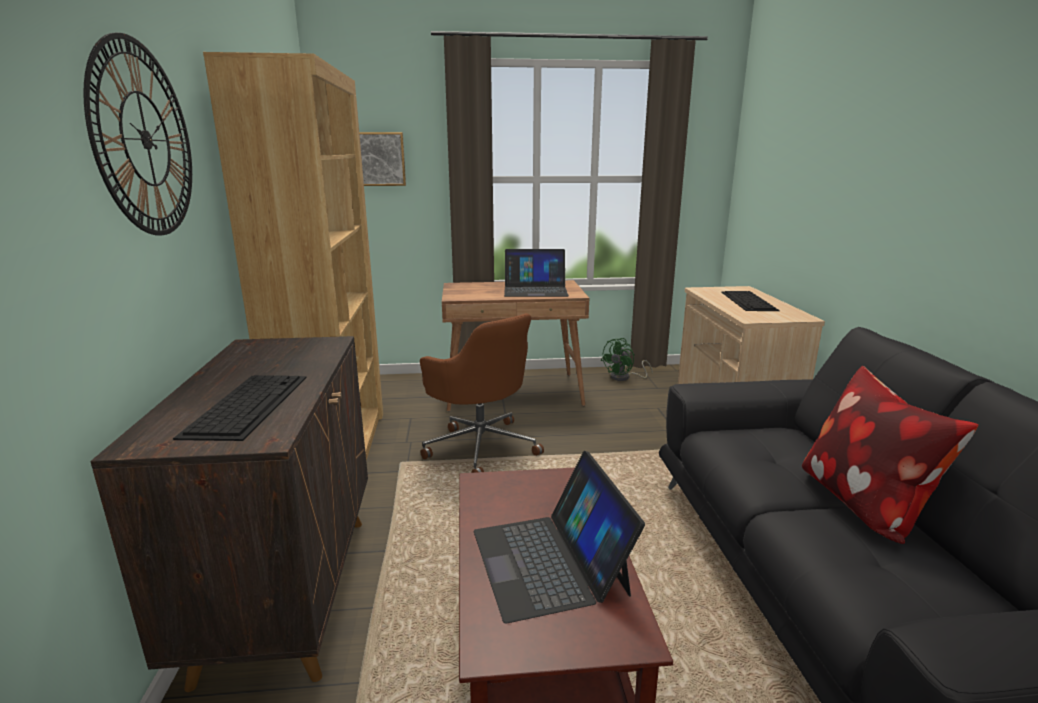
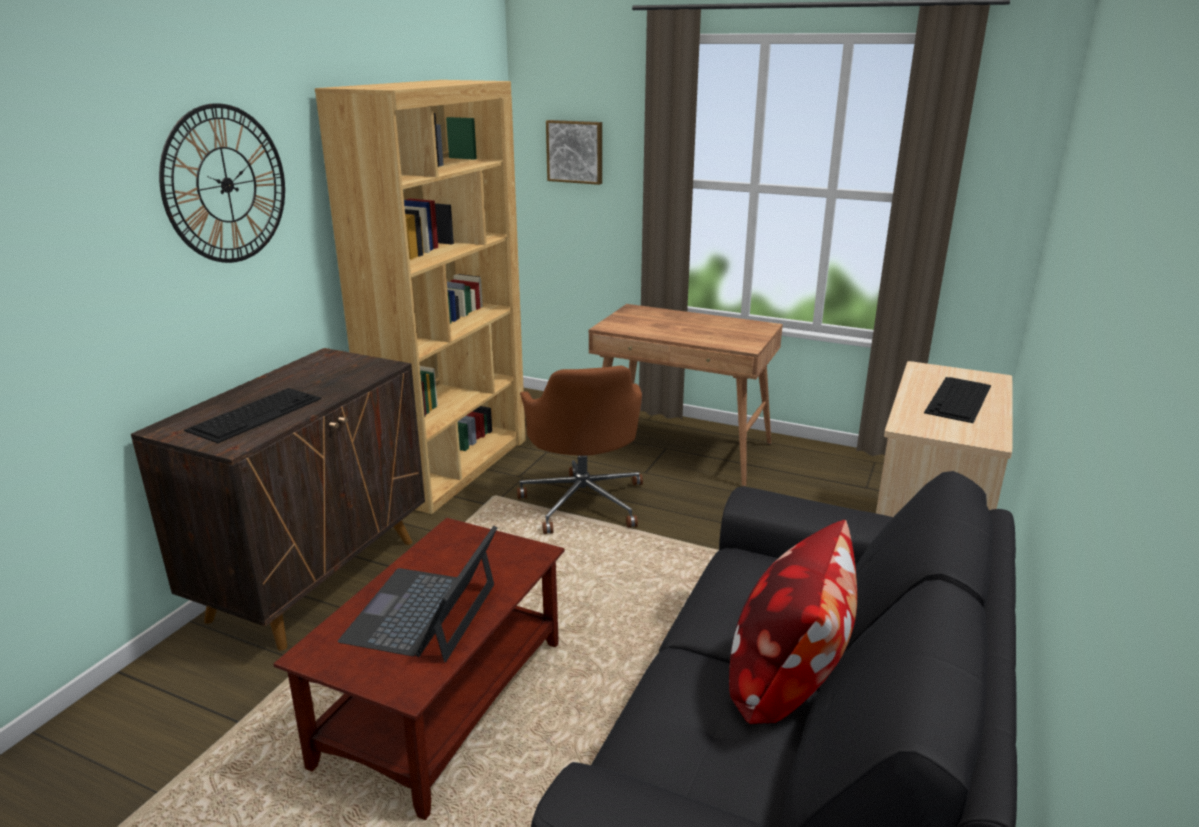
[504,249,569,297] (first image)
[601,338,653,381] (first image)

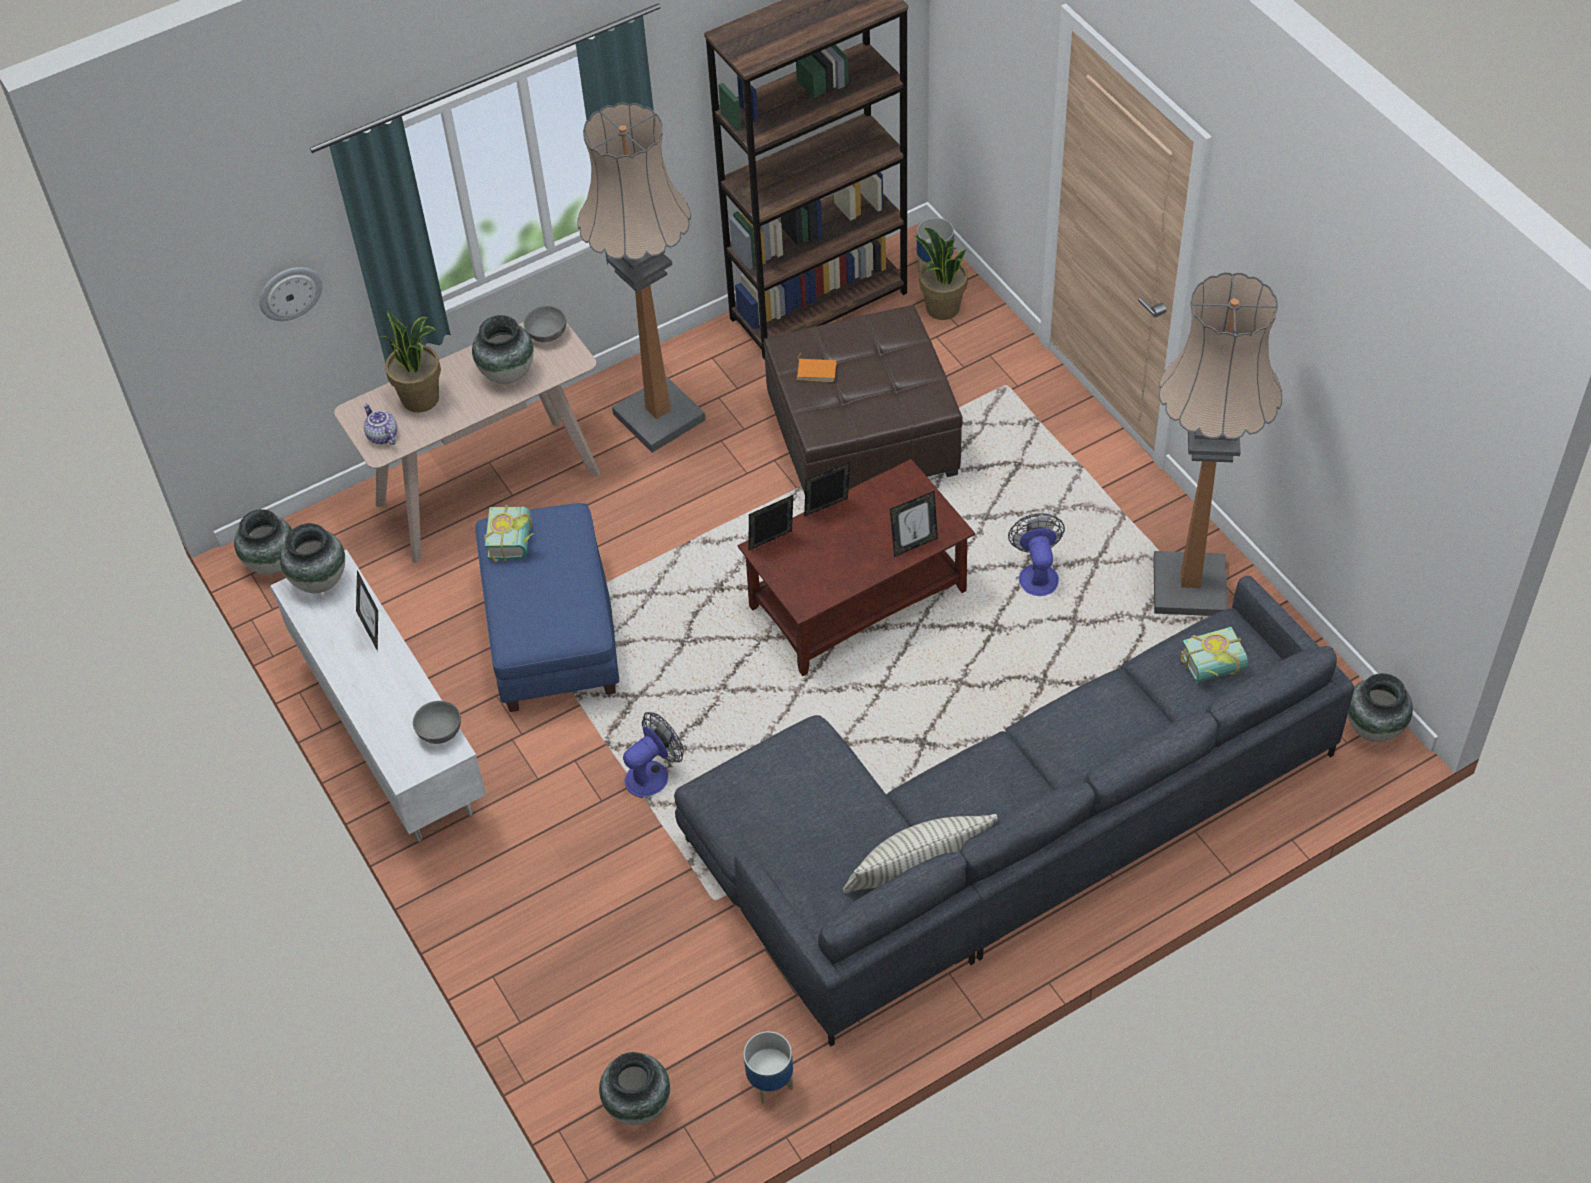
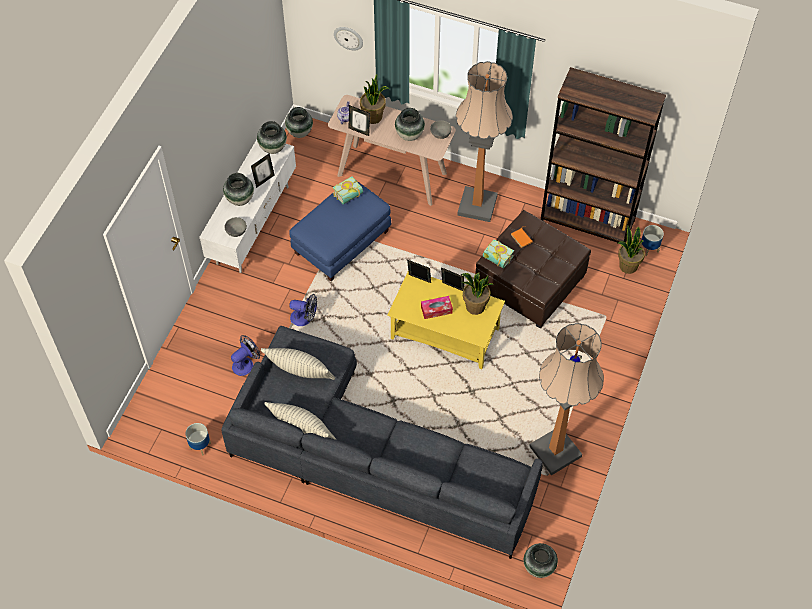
[223,173,254,206]
[231,335,260,376]
[261,348,335,380]
[349,105,370,136]
[387,271,505,369]
[421,296,453,319]
[460,273,494,315]
[483,239,514,268]

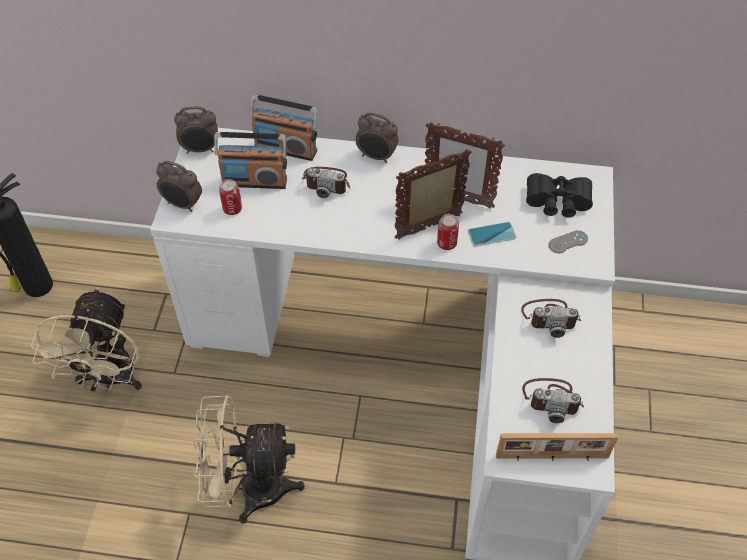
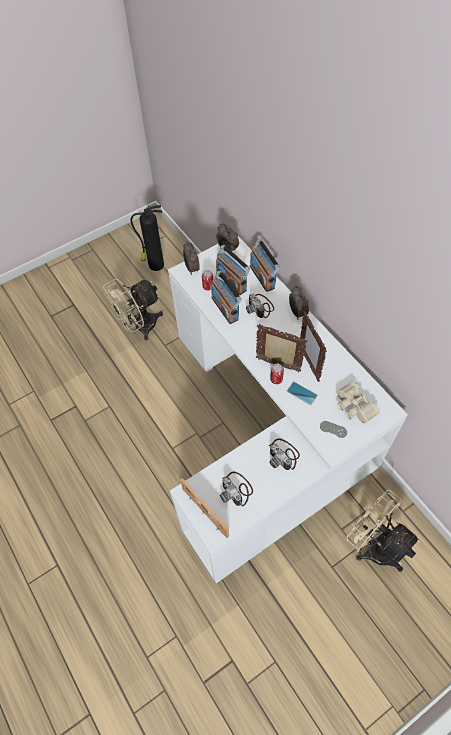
[211,271,242,324]
[337,381,380,424]
[346,490,420,572]

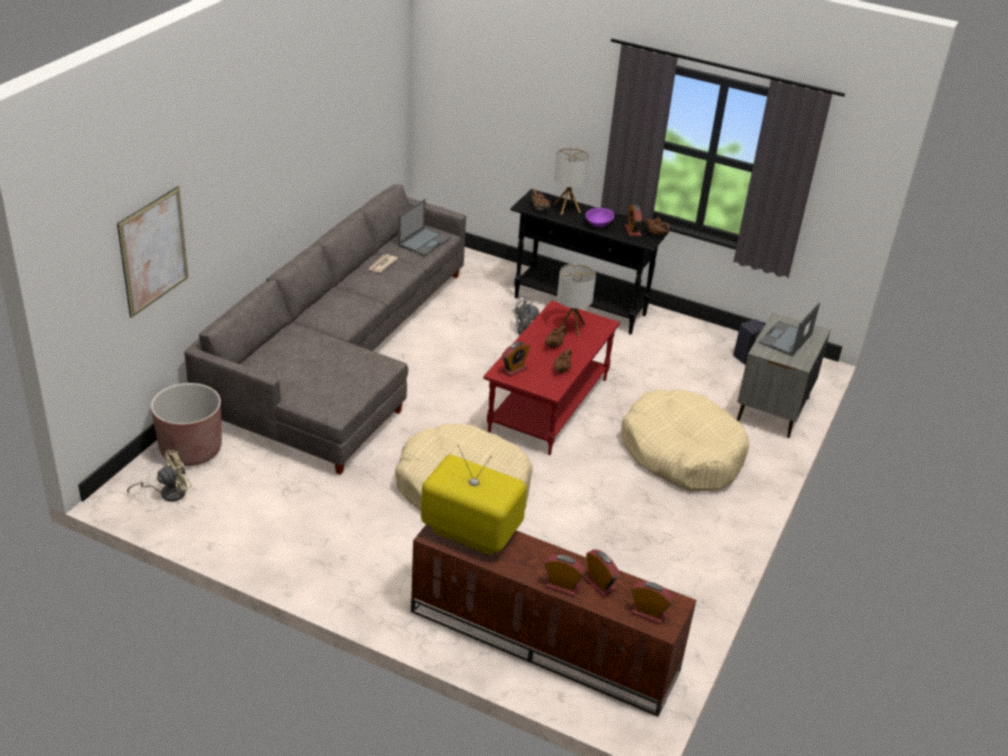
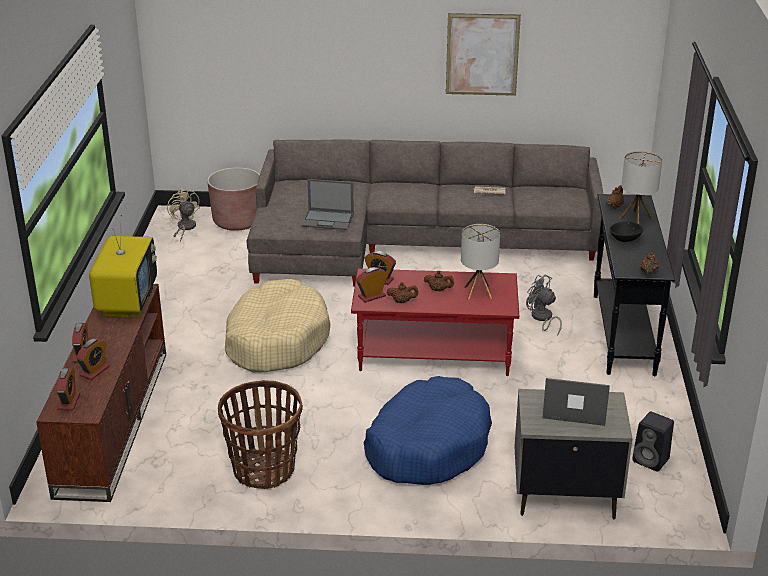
[167,188,200,242]
[218,380,303,489]
[301,179,354,230]
[356,267,388,303]
[364,376,492,485]
[446,13,521,96]
[609,221,644,242]

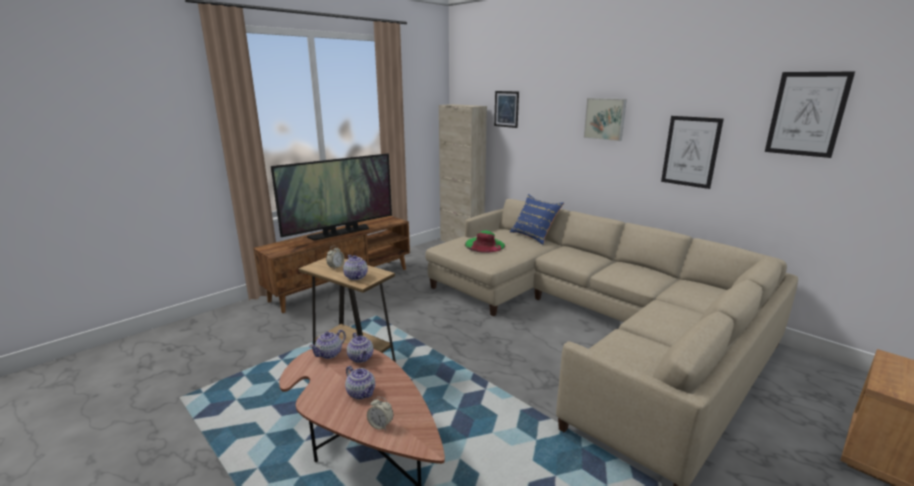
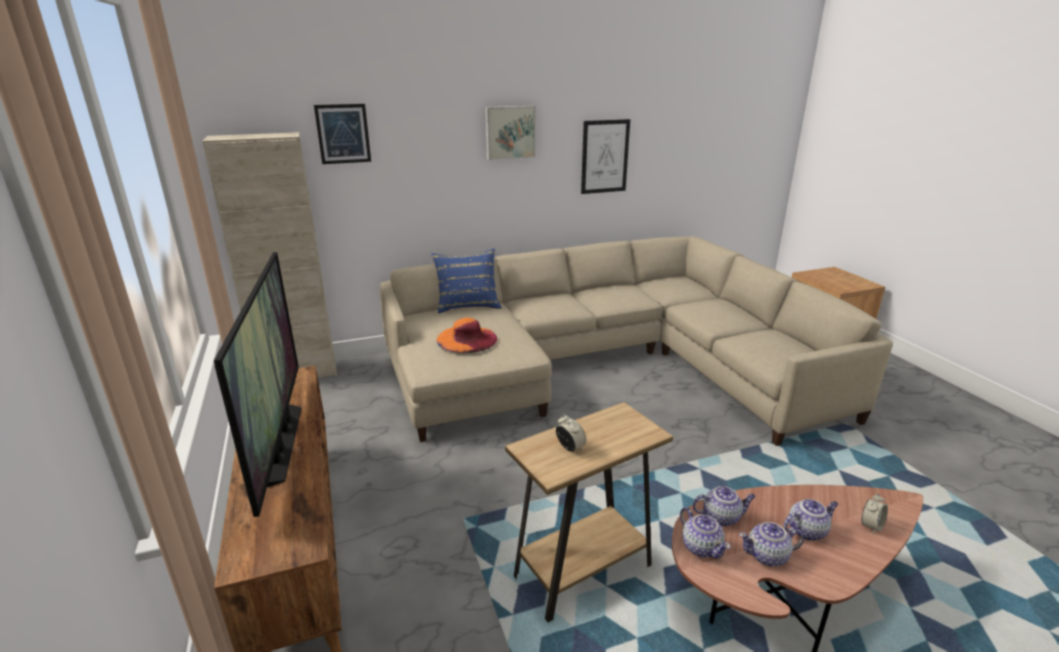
[437,317,497,353]
[739,522,804,567]
[765,72,855,158] (first image)

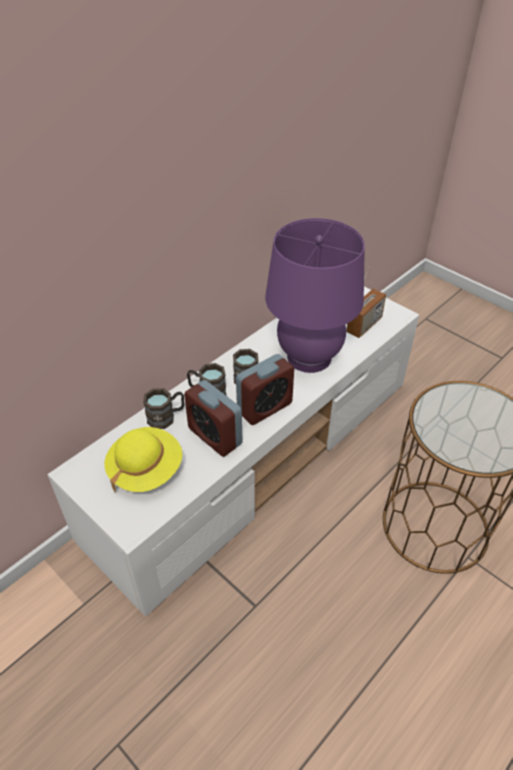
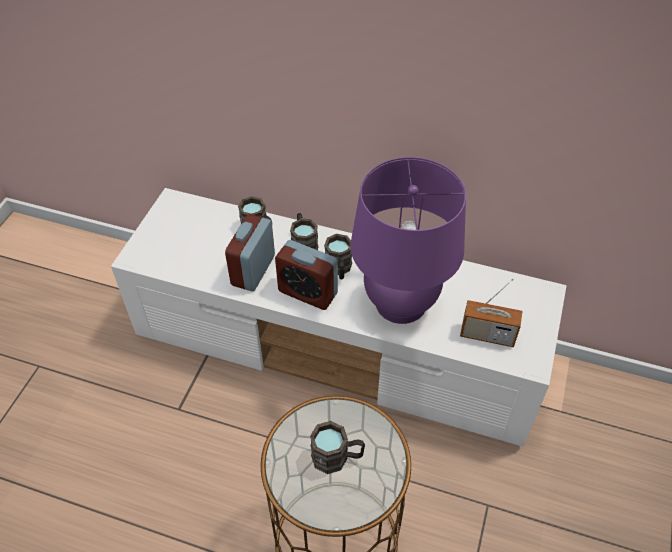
[310,421,365,474]
[104,427,182,492] (first image)

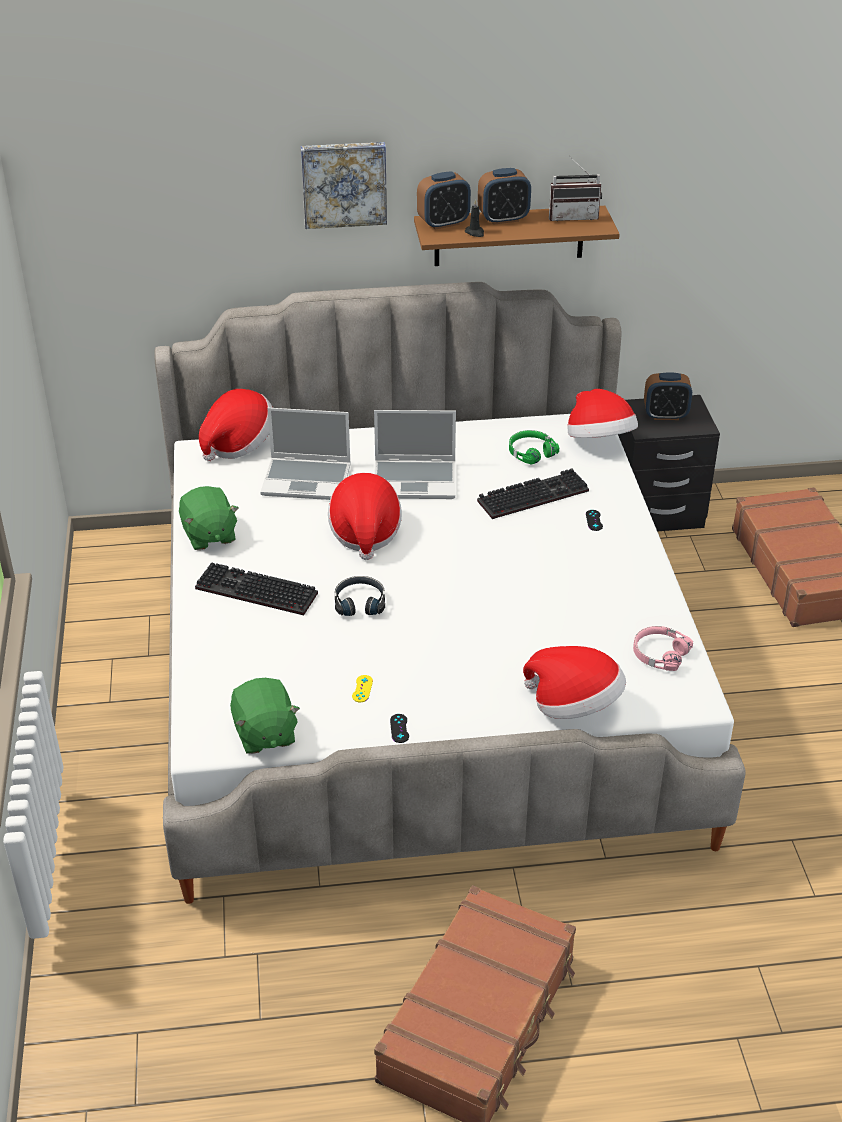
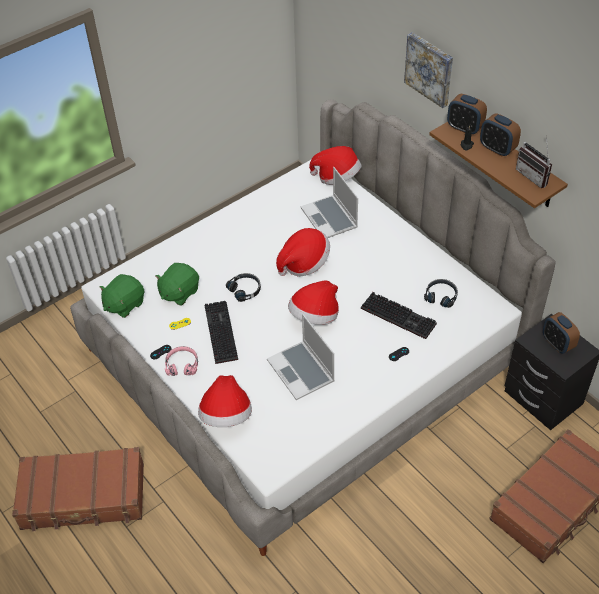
[155,263,199,306]
[165,346,198,376]
[205,301,238,364]
[267,314,335,400]
[288,280,339,325]
[424,279,458,308]

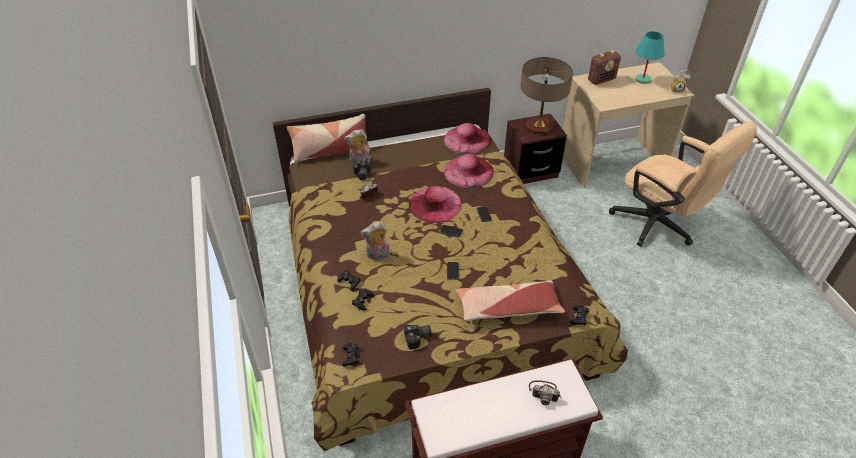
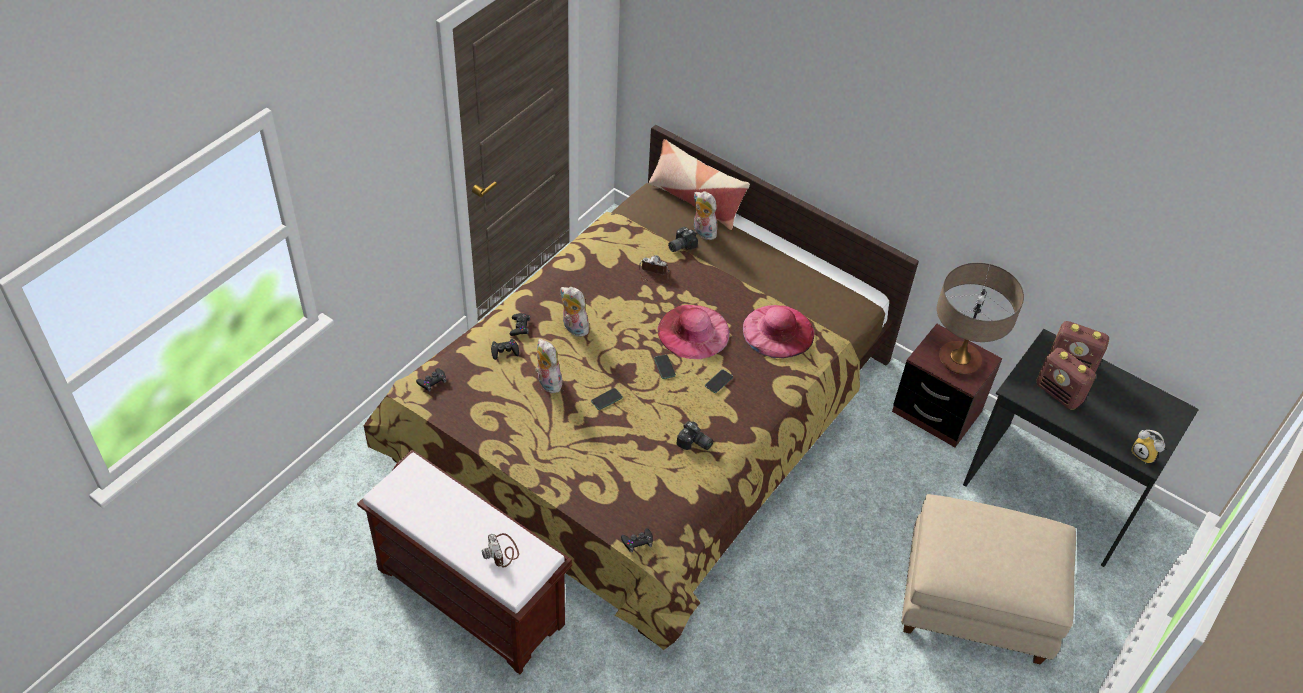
[535,339,562,393]
[677,421,713,450]
[901,494,1076,665]
[963,329,1199,567]
[1036,348,1096,410]
[444,123,491,154] (first image)
[456,280,565,321] (first image)
[635,31,665,84] (first image)

